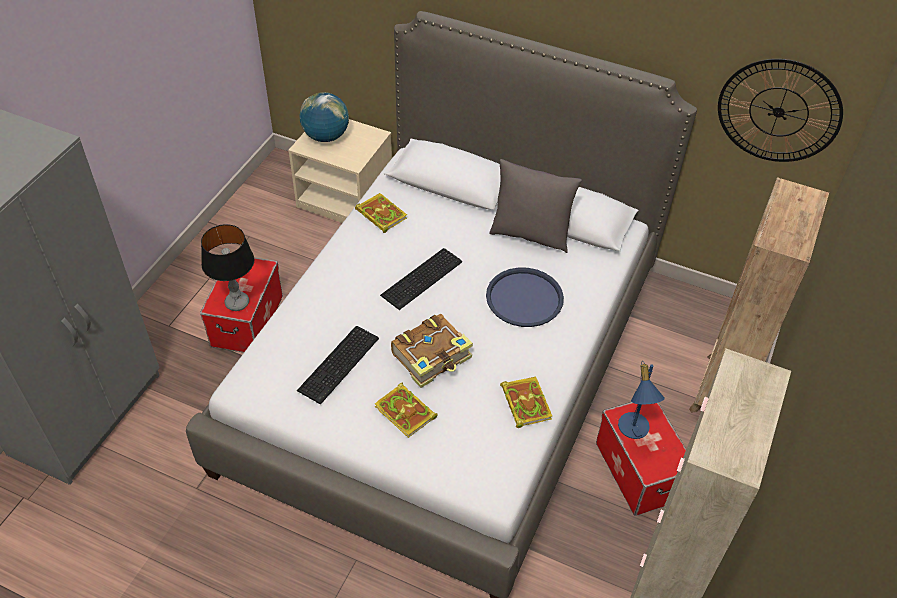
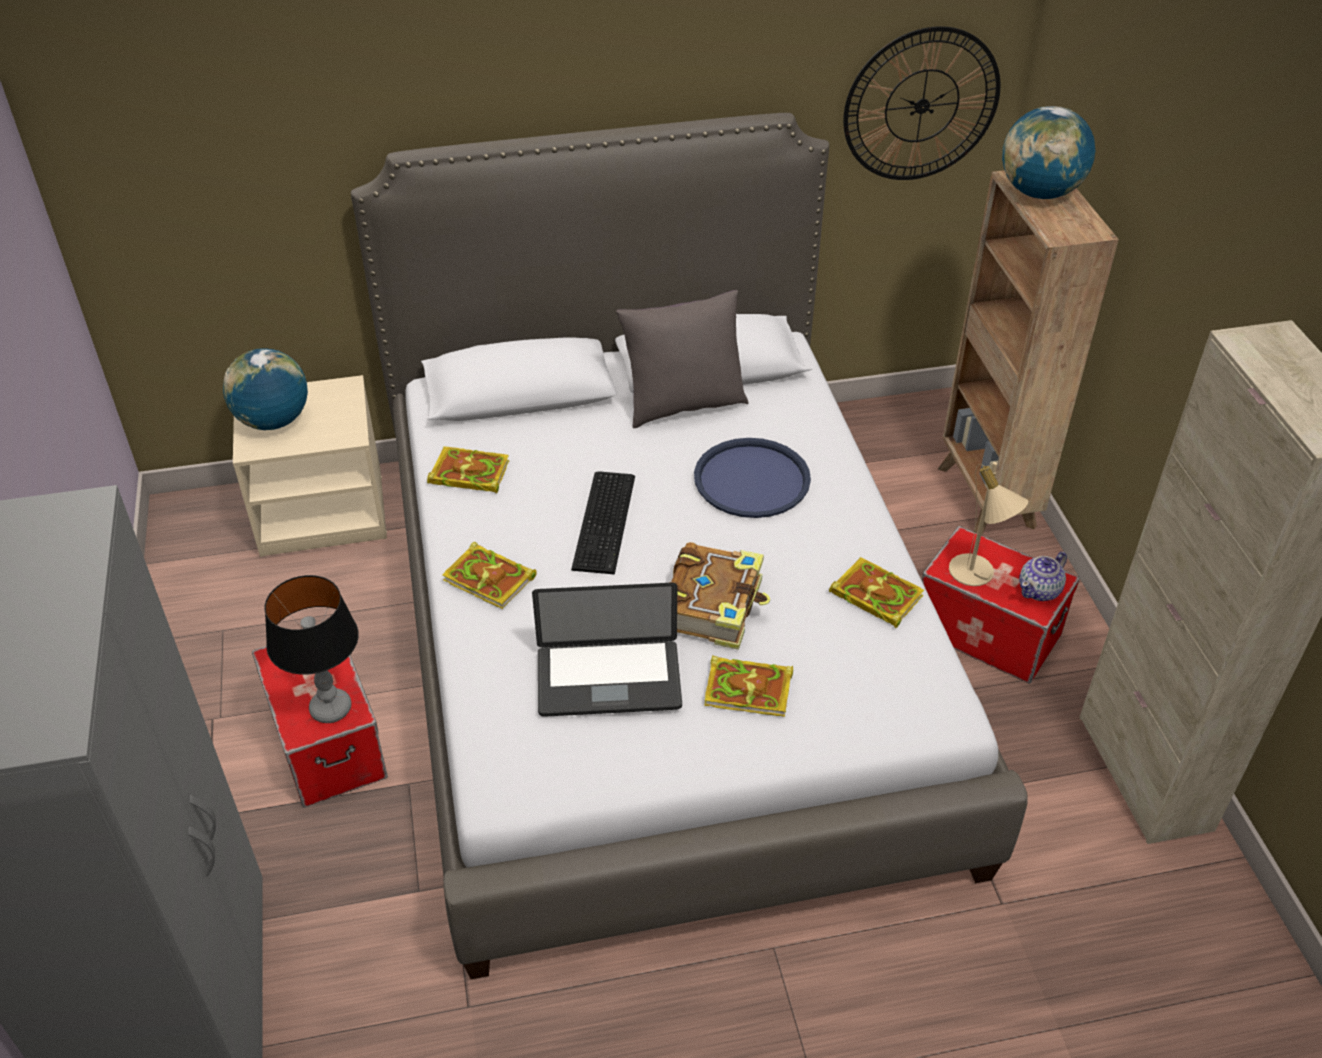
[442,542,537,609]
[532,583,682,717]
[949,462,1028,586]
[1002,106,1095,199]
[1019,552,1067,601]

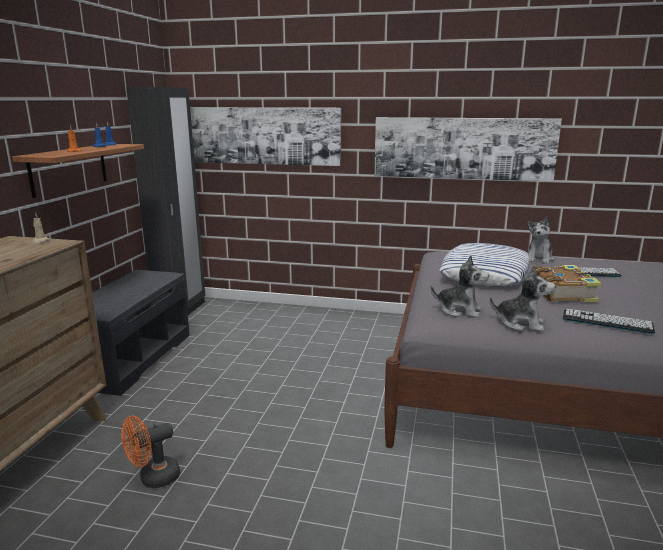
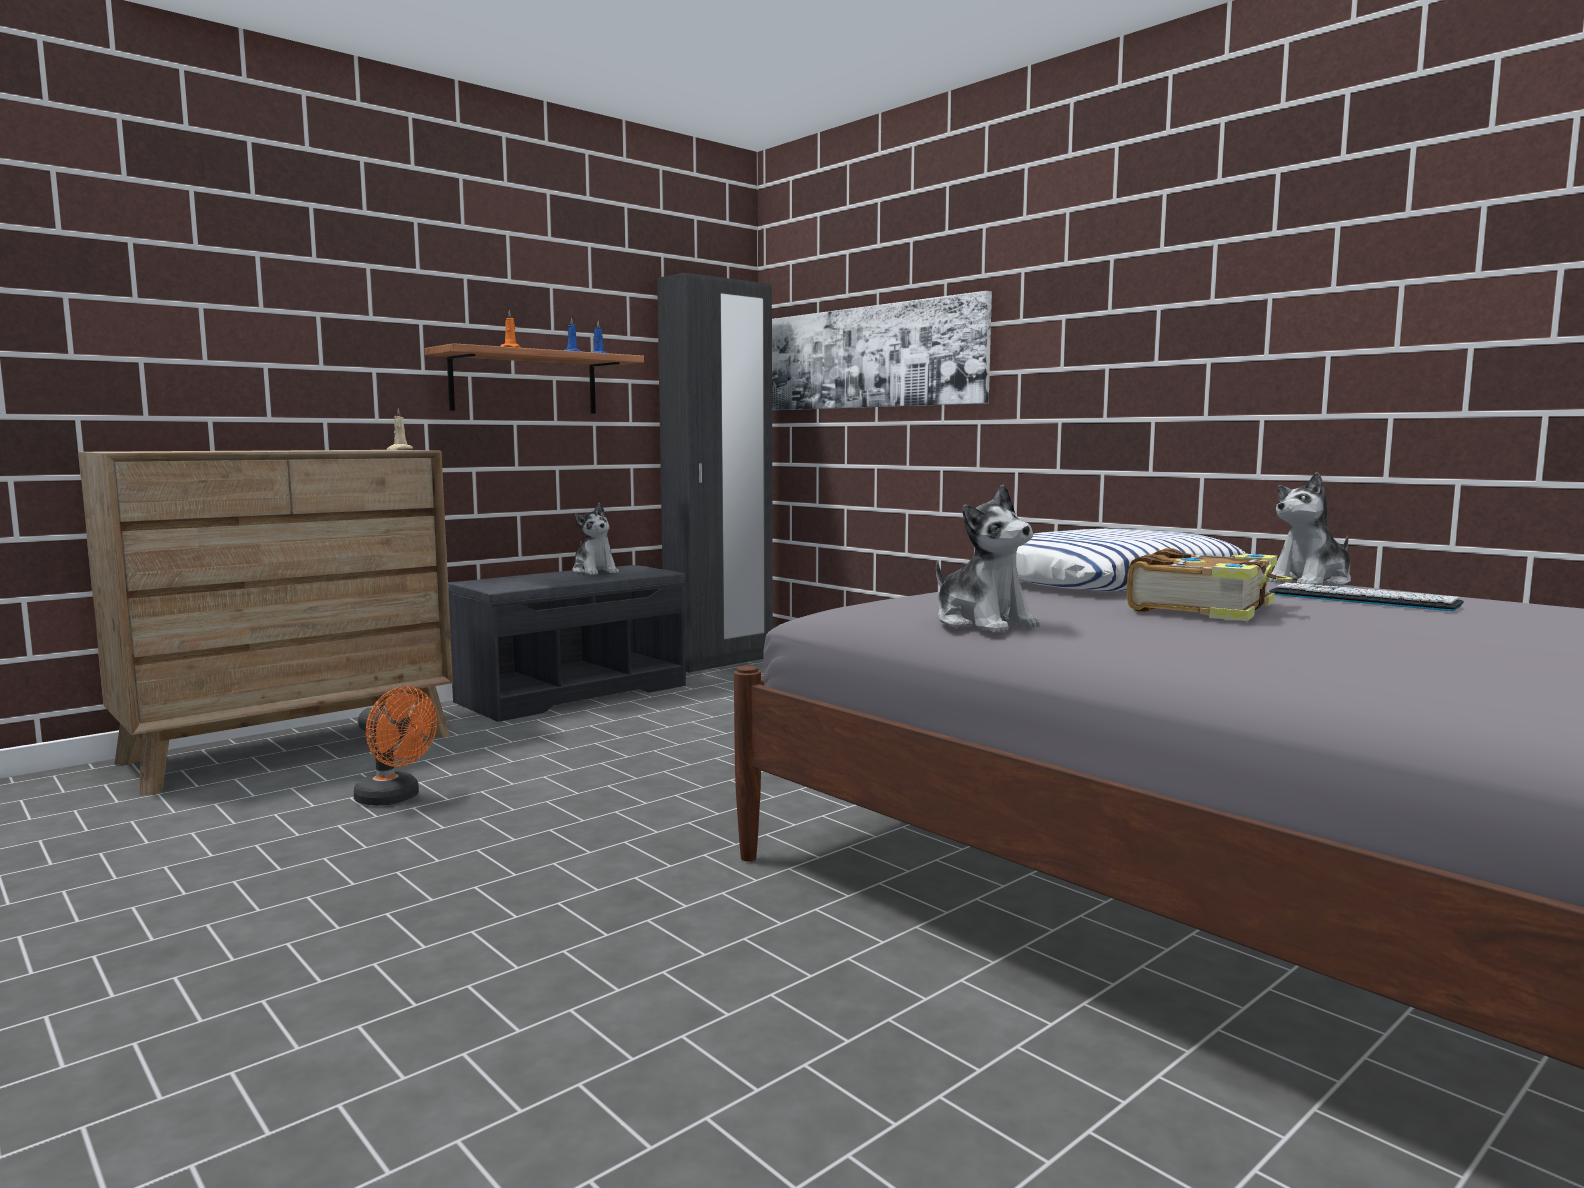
[354,686,437,806]
[572,503,619,575]
[374,117,562,182] (first image)
[563,309,655,334] (first image)

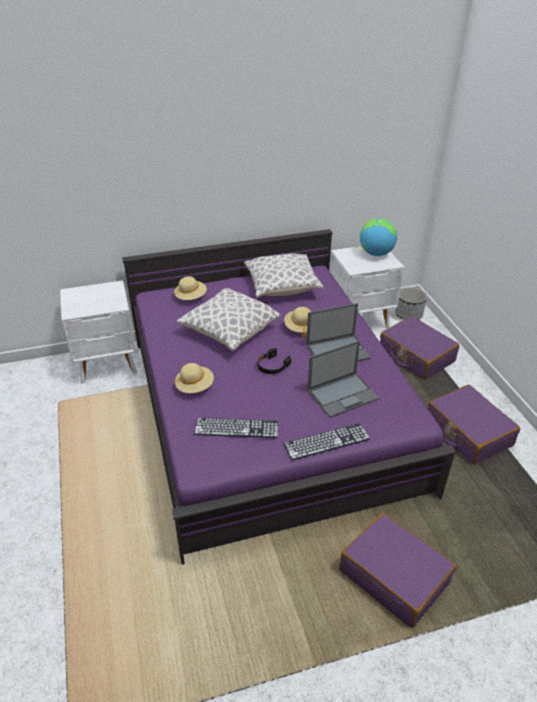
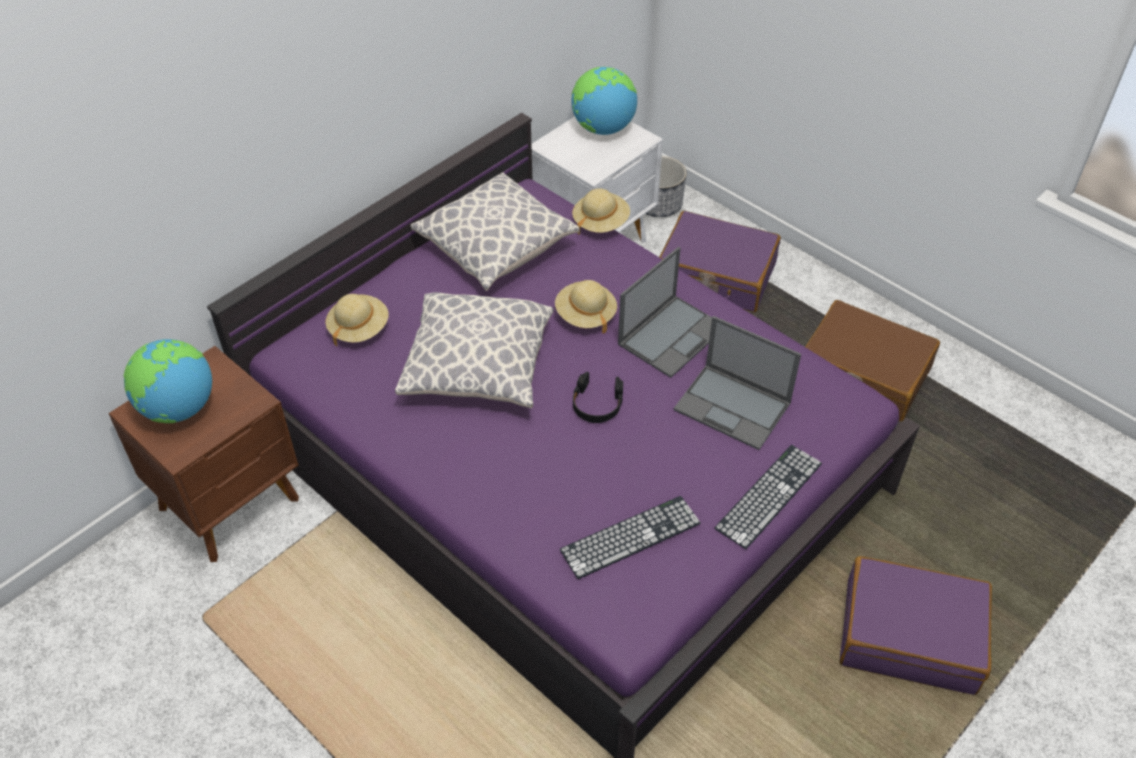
[109,346,299,562]
[124,339,212,423]
[572,188,630,235]
[674,316,801,450]
[805,300,940,421]

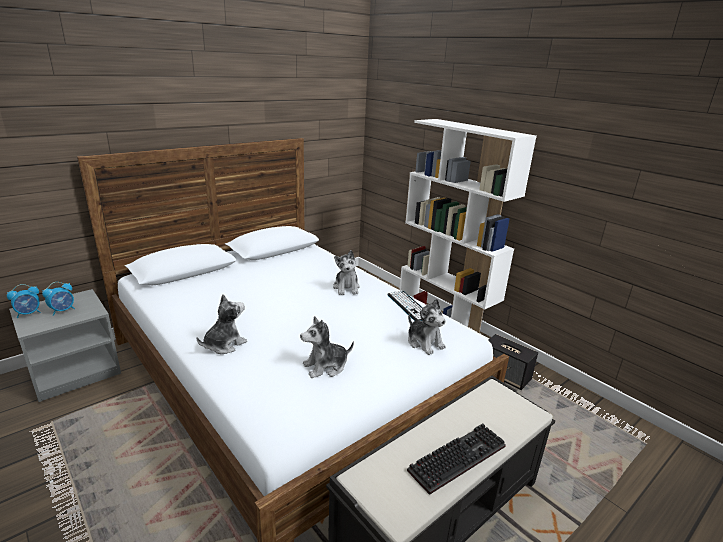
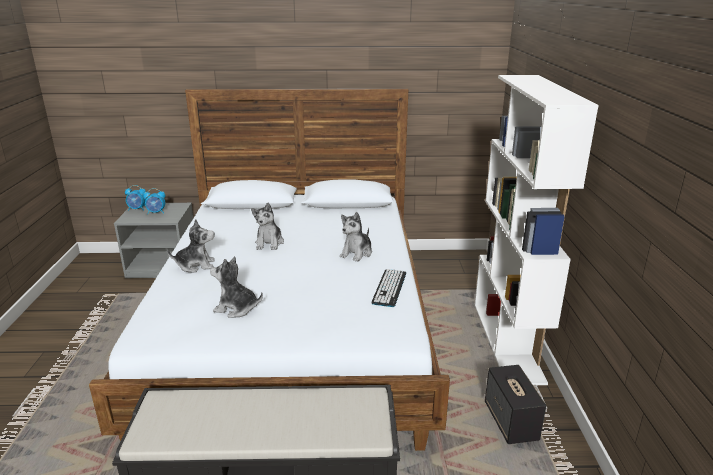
[251,203,284,250]
[407,423,506,495] (first image)

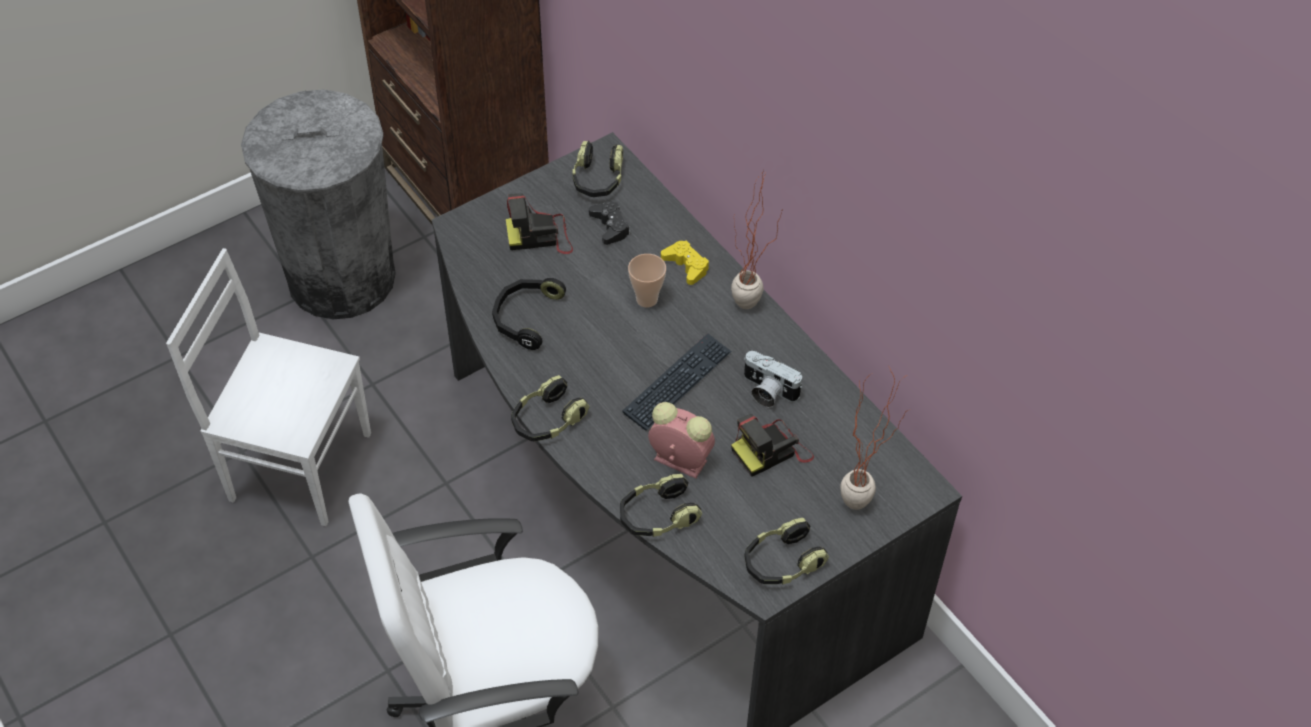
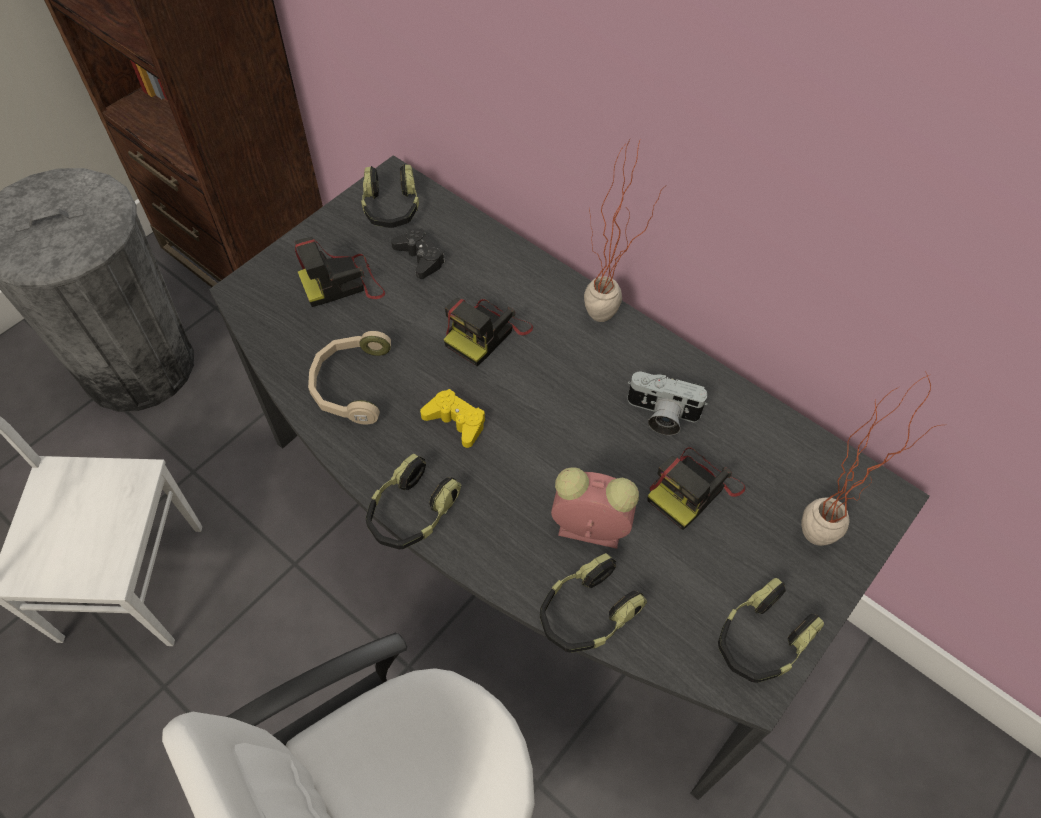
[308,331,391,424]
[420,389,485,448]
[444,298,533,366]
[622,333,732,430] (first image)

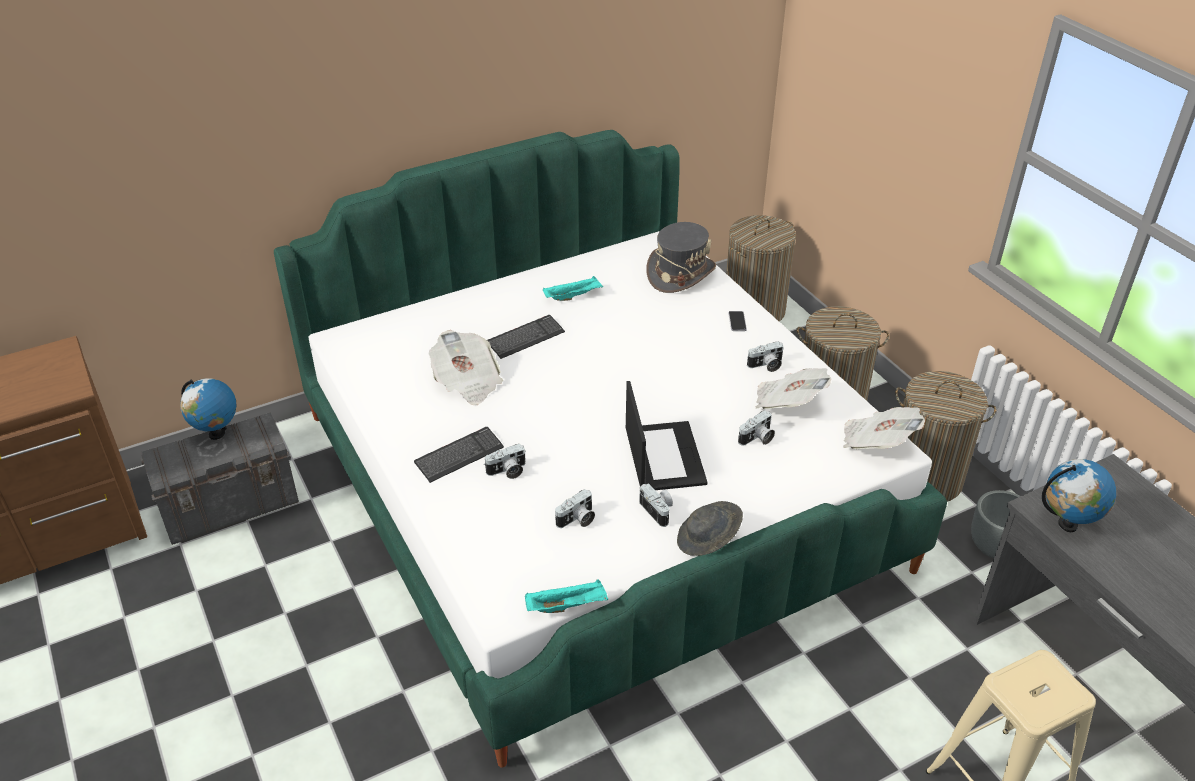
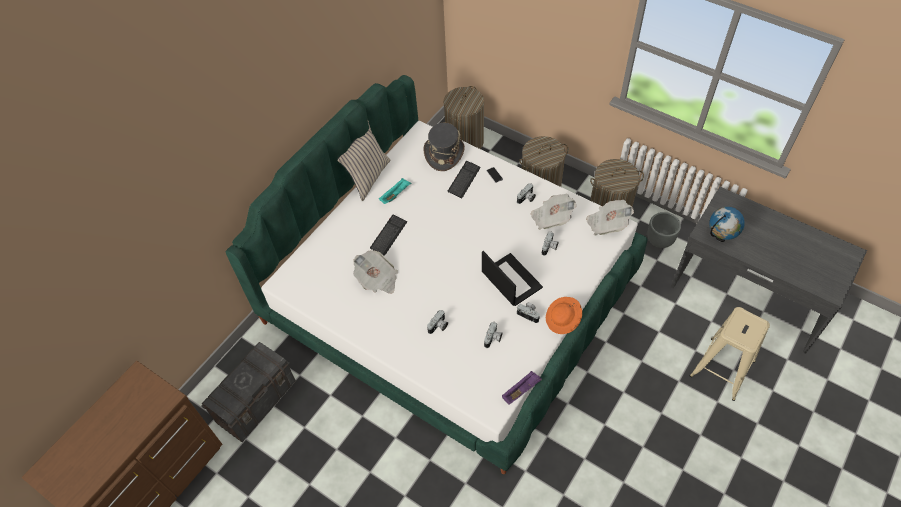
[337,121,390,201]
[448,161,481,198]
[502,371,542,405]
[546,297,582,334]
[180,378,236,440] (first image)

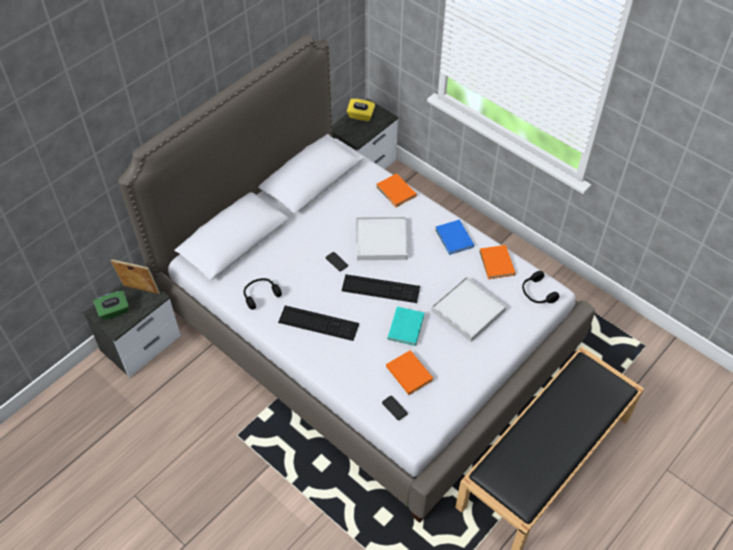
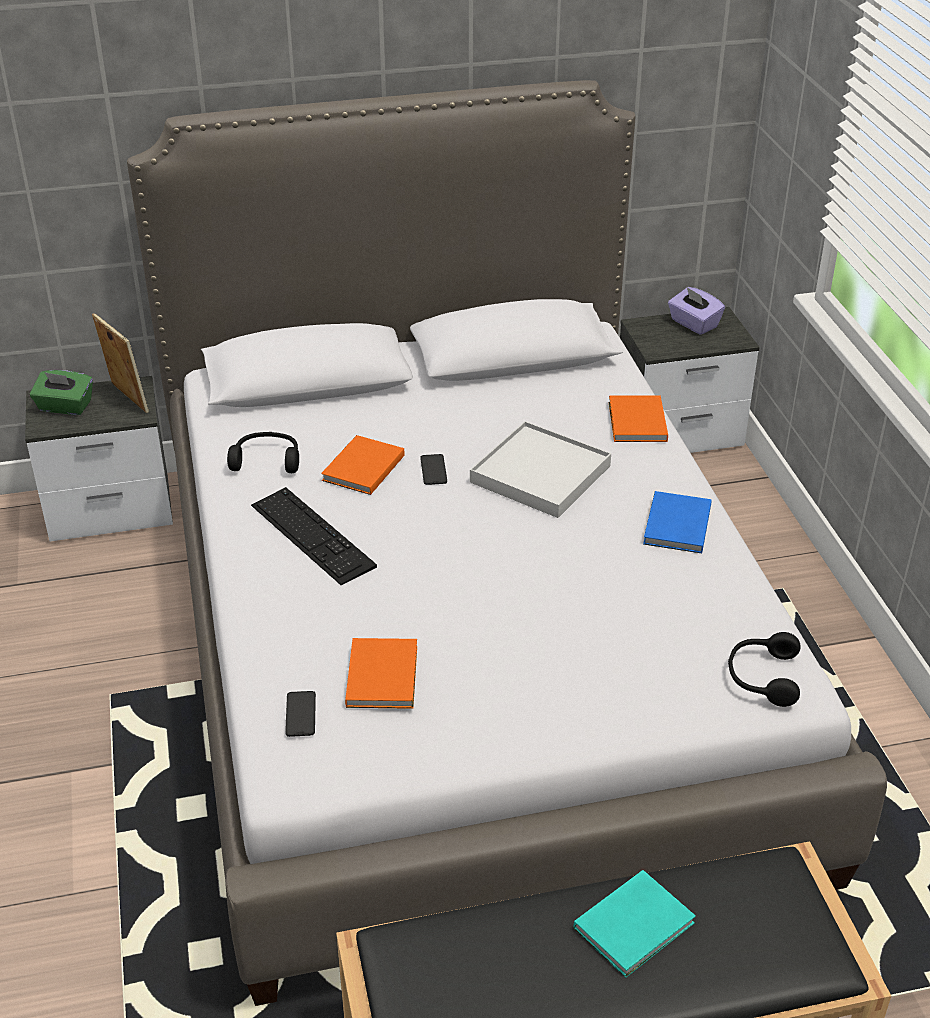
[321,435,405,495]
[574,870,696,978]
[668,287,725,335]
[342,274,420,303] (first image)
[431,277,506,342] (first image)

